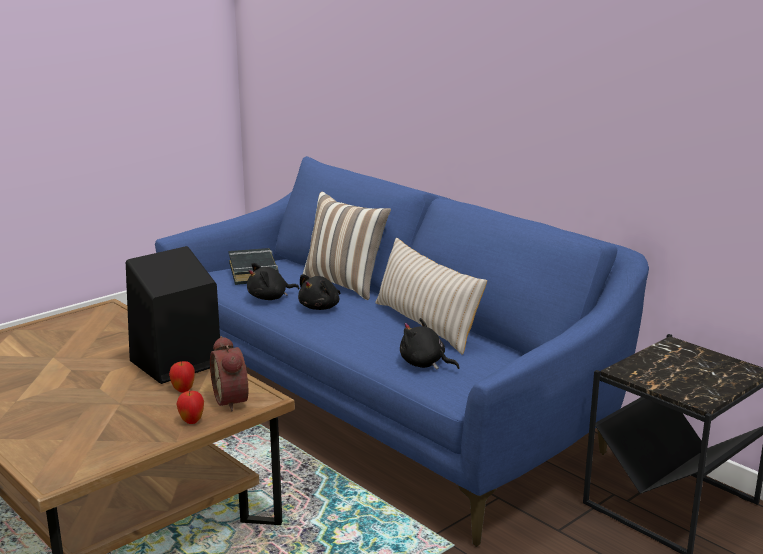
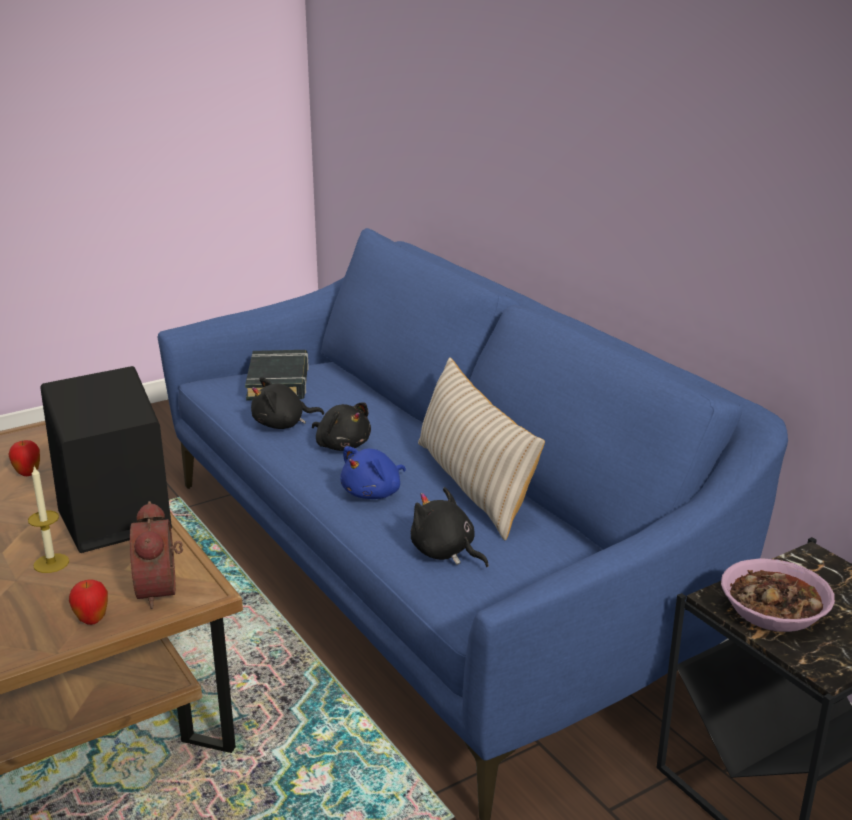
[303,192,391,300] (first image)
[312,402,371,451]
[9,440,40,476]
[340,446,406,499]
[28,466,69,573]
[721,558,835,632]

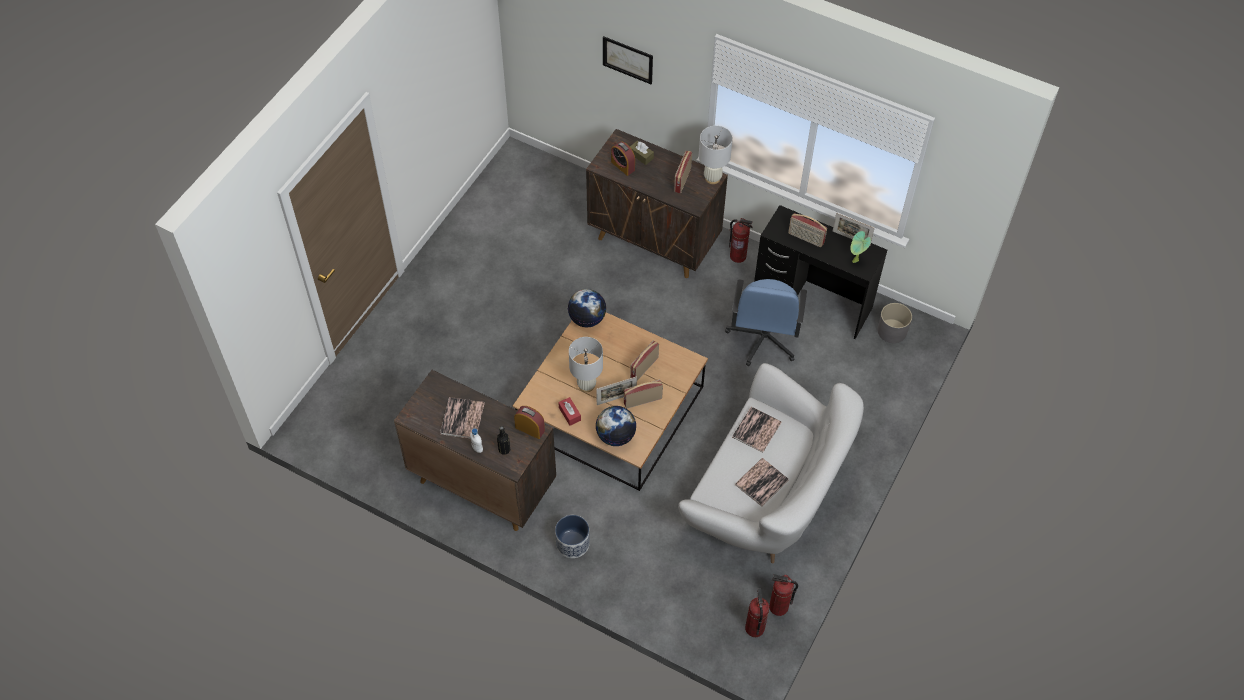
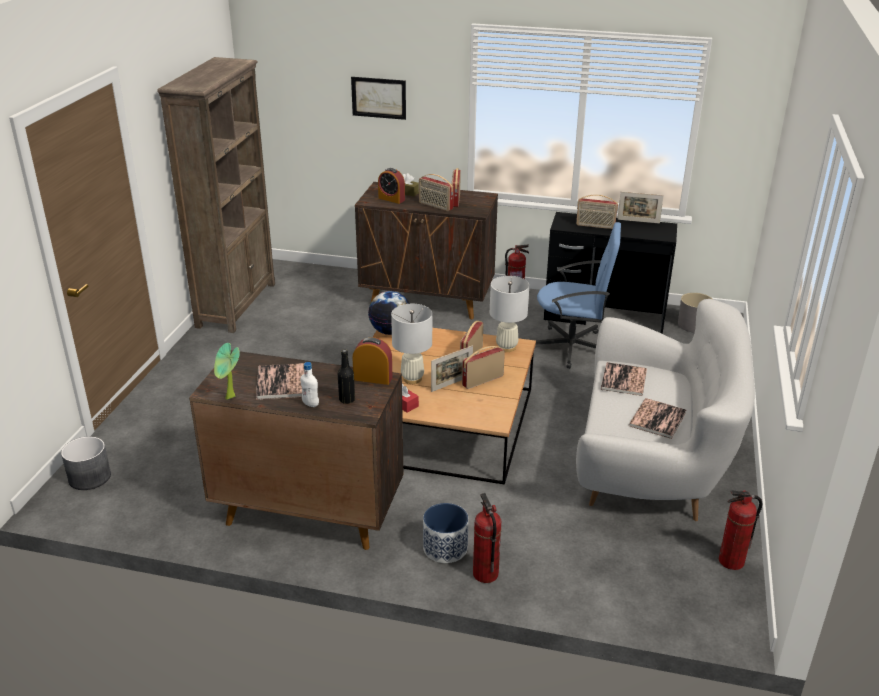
[490,276,529,352]
[214,343,240,400]
[536,222,621,369]
[596,406,636,446] (first image)
[473,493,501,583]
[157,57,275,333]
[419,174,454,211]
[61,437,111,490]

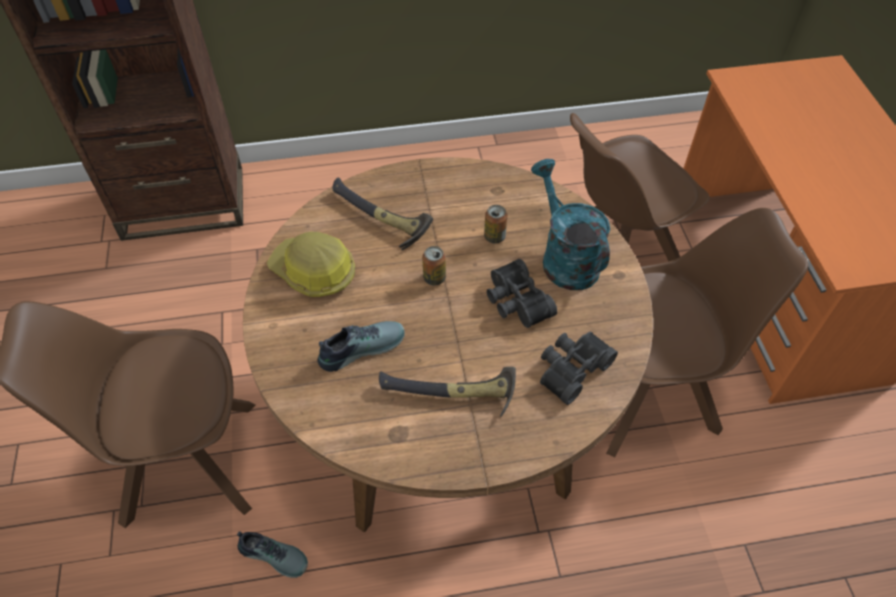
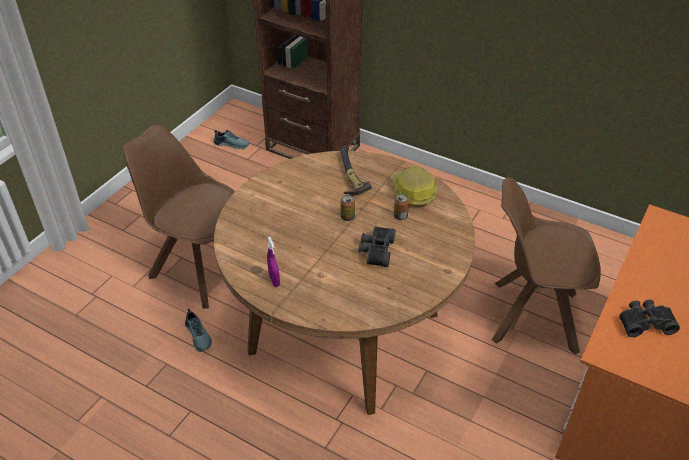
[531,159,610,290] (first image)
[606,208,808,457] (first image)
[391,166,438,207]
[214,130,249,149]
[619,300,680,337]
[379,367,516,418] (first image)
[267,237,280,287]

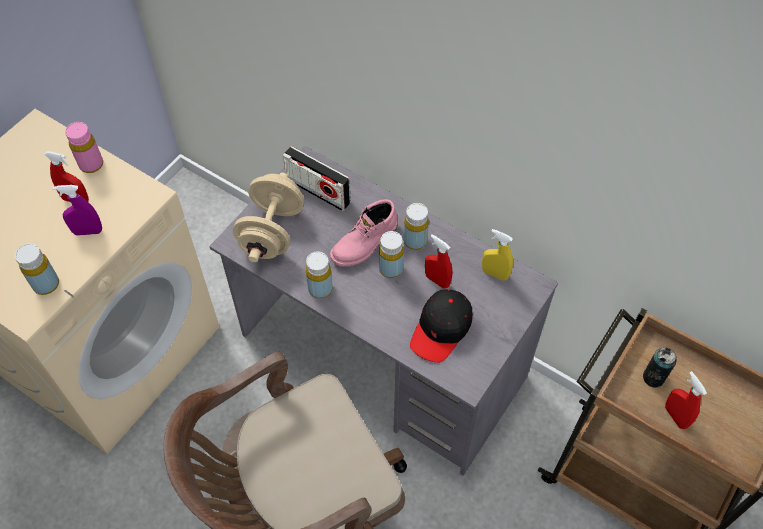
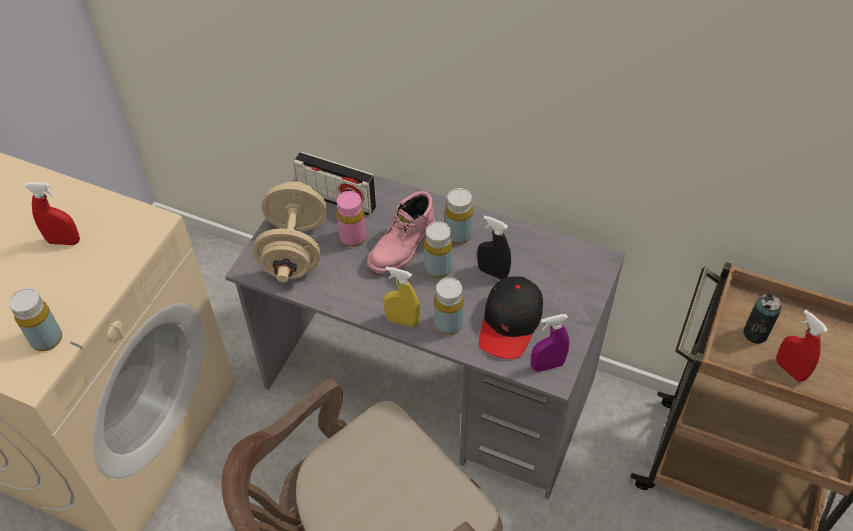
[337,191,366,247]
[531,314,570,372]
[383,267,420,327]
[477,215,511,279]
[434,278,464,335]

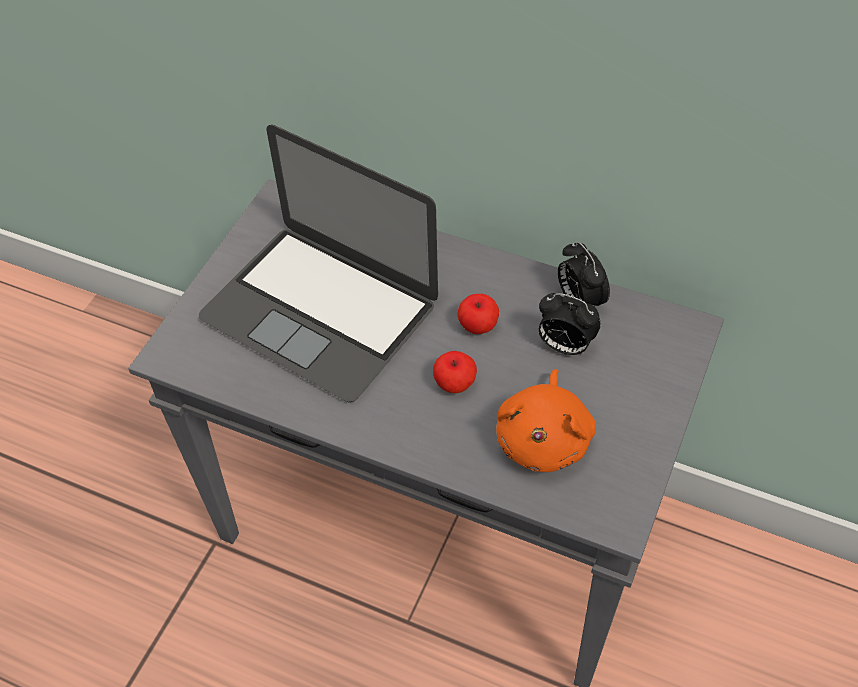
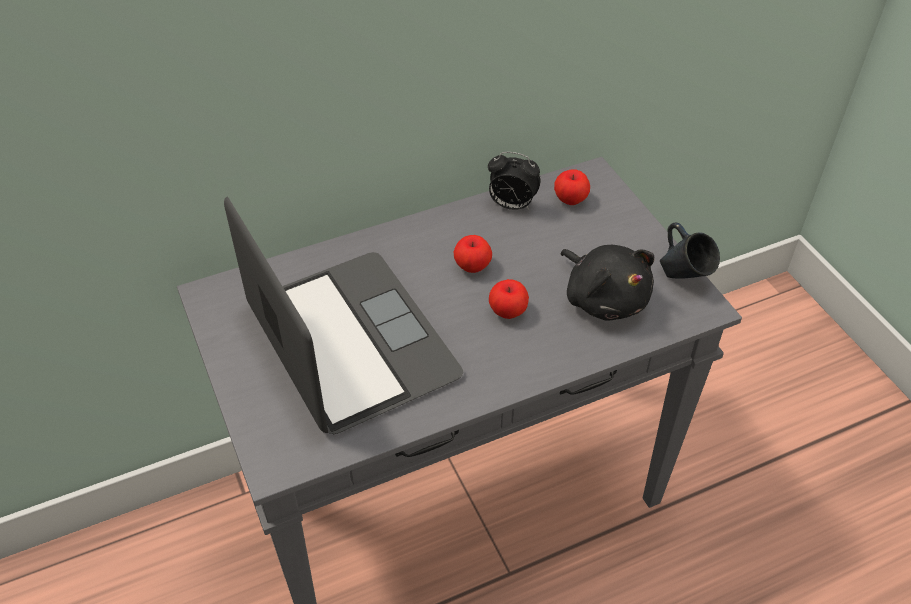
[224,197,463,434]
[538,293,601,355] (first image)
[561,245,654,321]
[554,170,590,205]
[660,222,720,279]

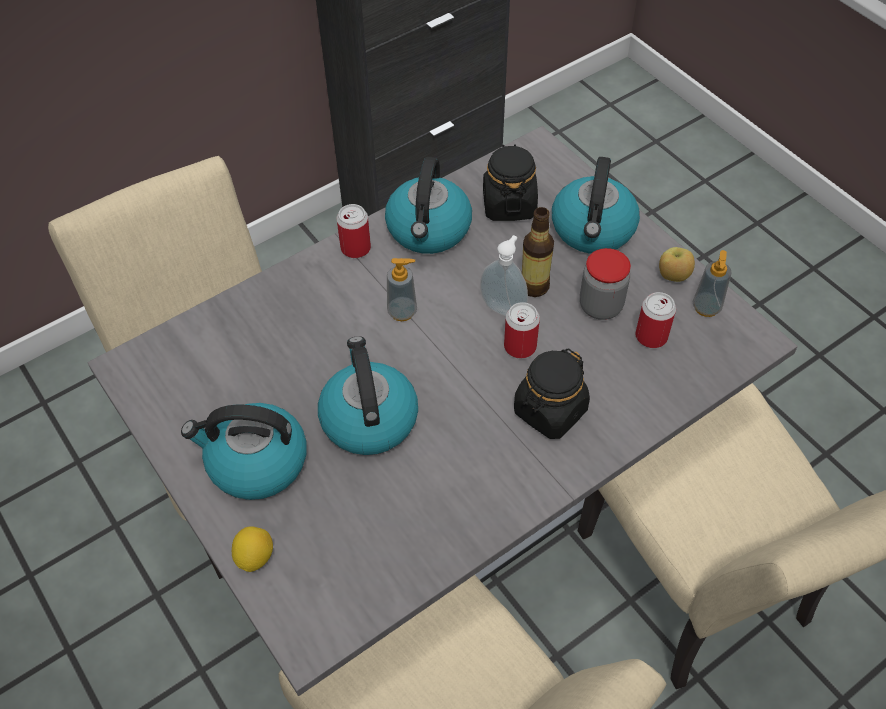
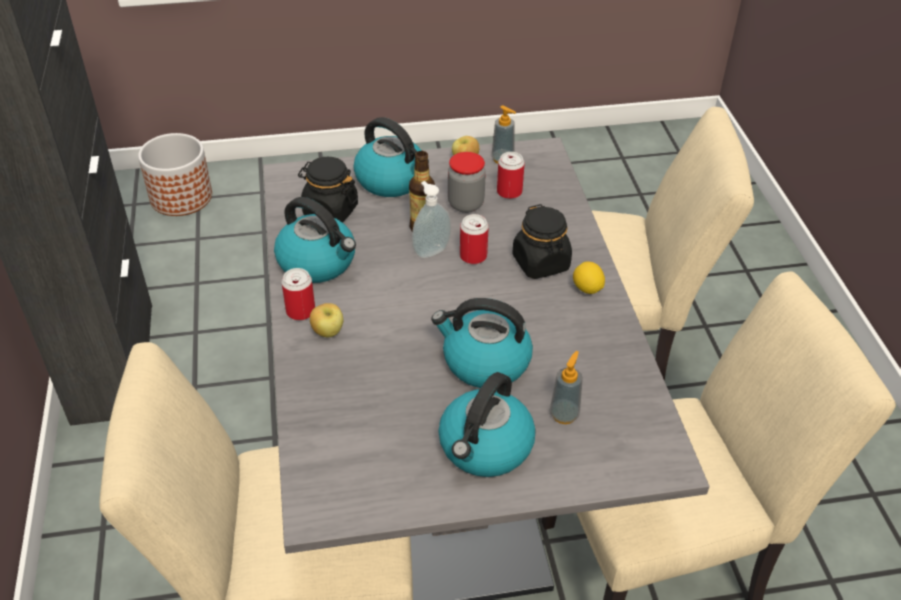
[550,351,583,424]
[573,261,605,294]
[138,133,212,216]
[310,303,343,337]

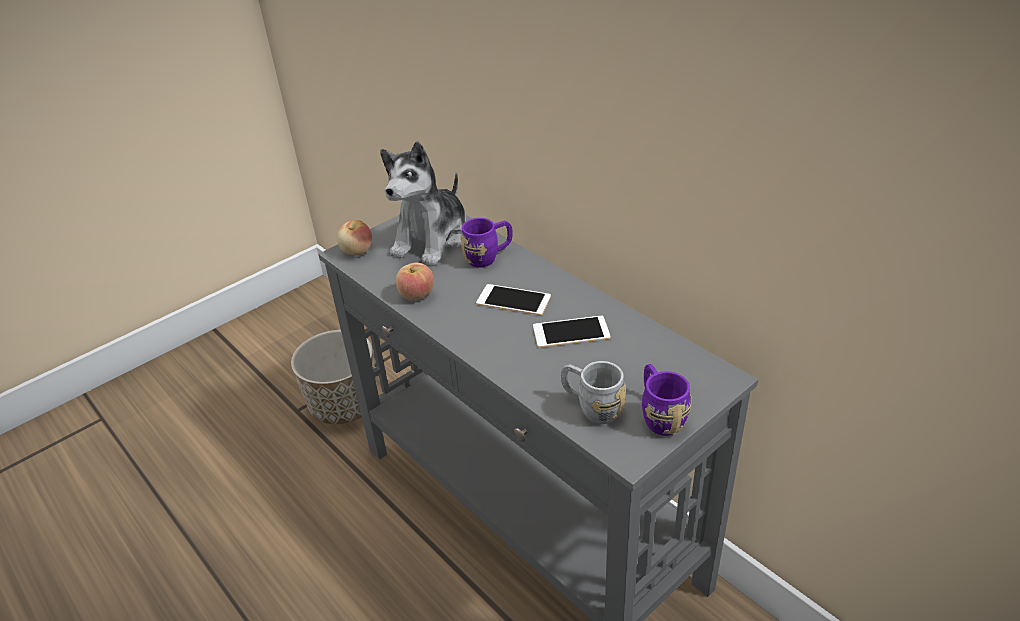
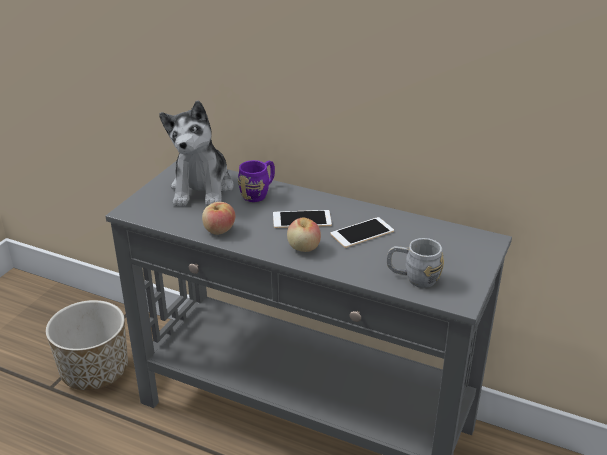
[287,217,321,252]
[642,364,692,436] (first image)

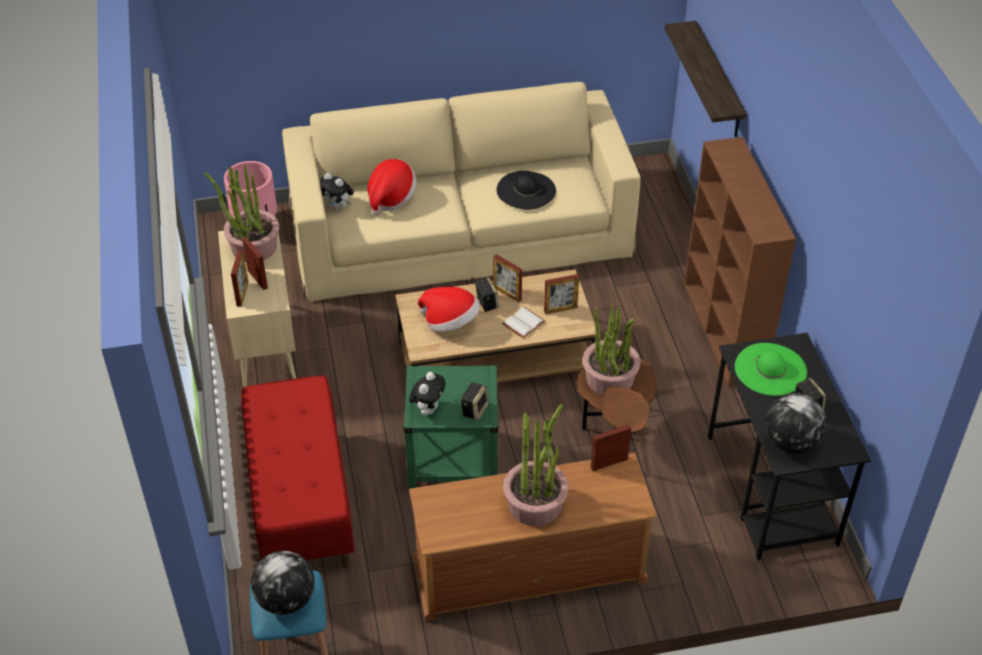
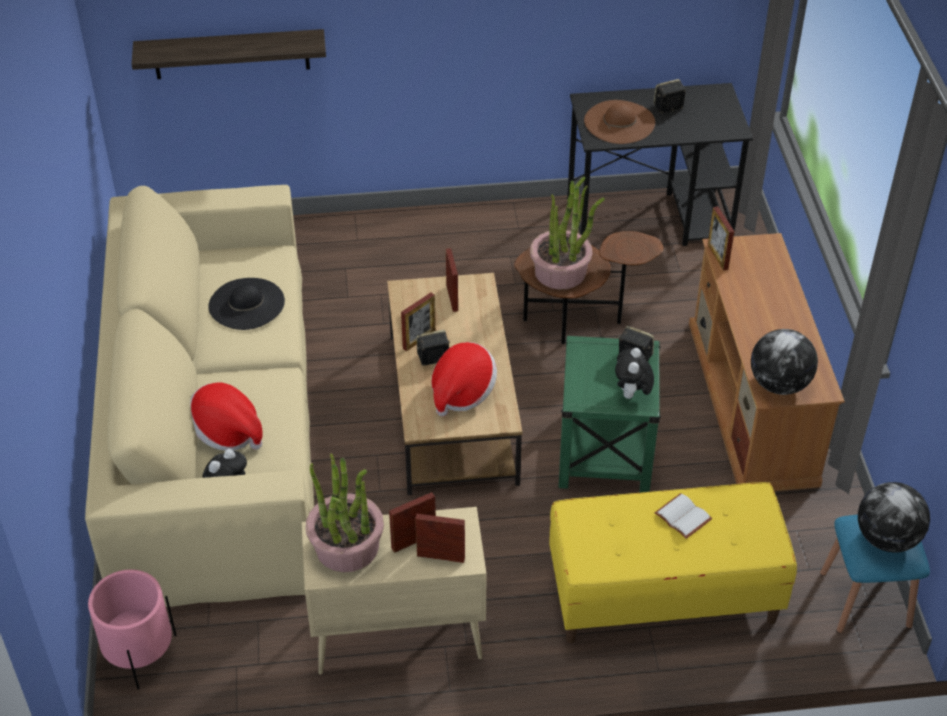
[684,137,796,387] (first image)
[655,493,712,539]
[584,100,655,144]
[615,348,654,399]
[549,482,797,643]
[751,329,818,395]
[503,404,569,526] (first image)

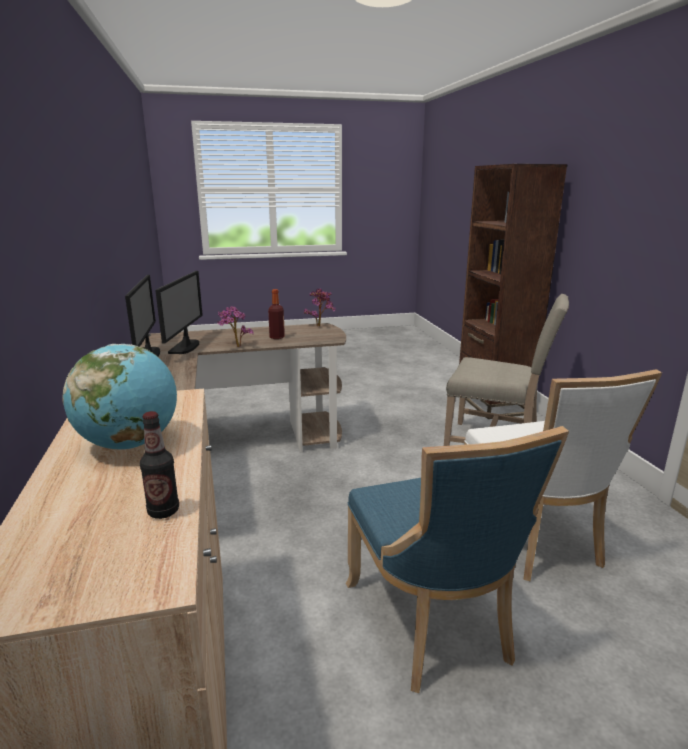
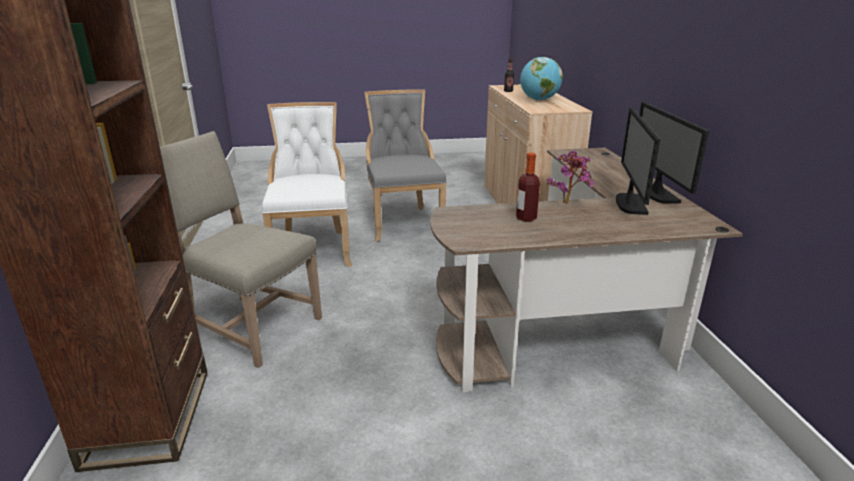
[303,288,336,326] (first image)
[364,89,447,241]

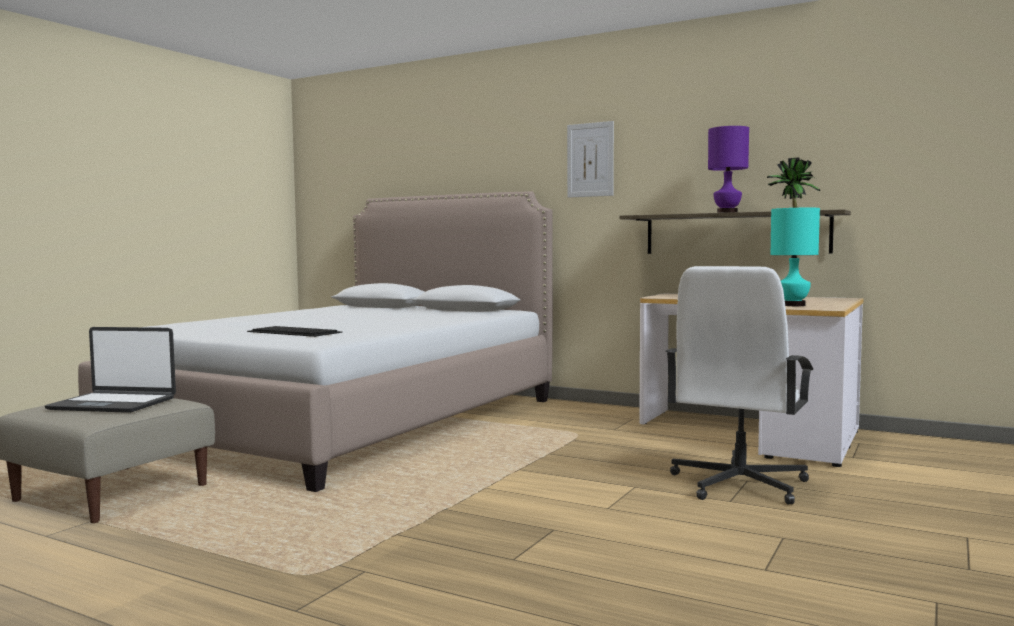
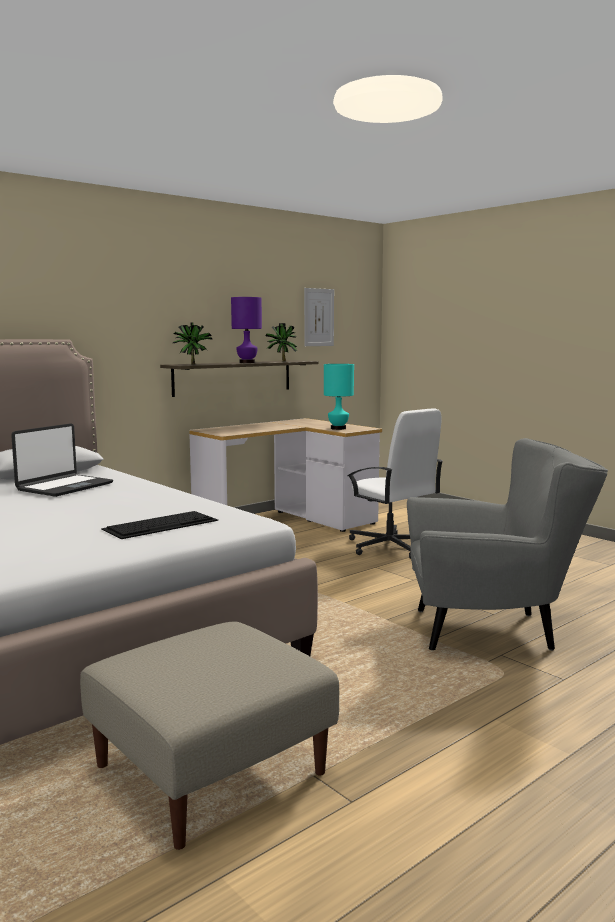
[304,288,334,346]
[11,423,113,497]
[172,322,213,364]
[407,438,608,651]

